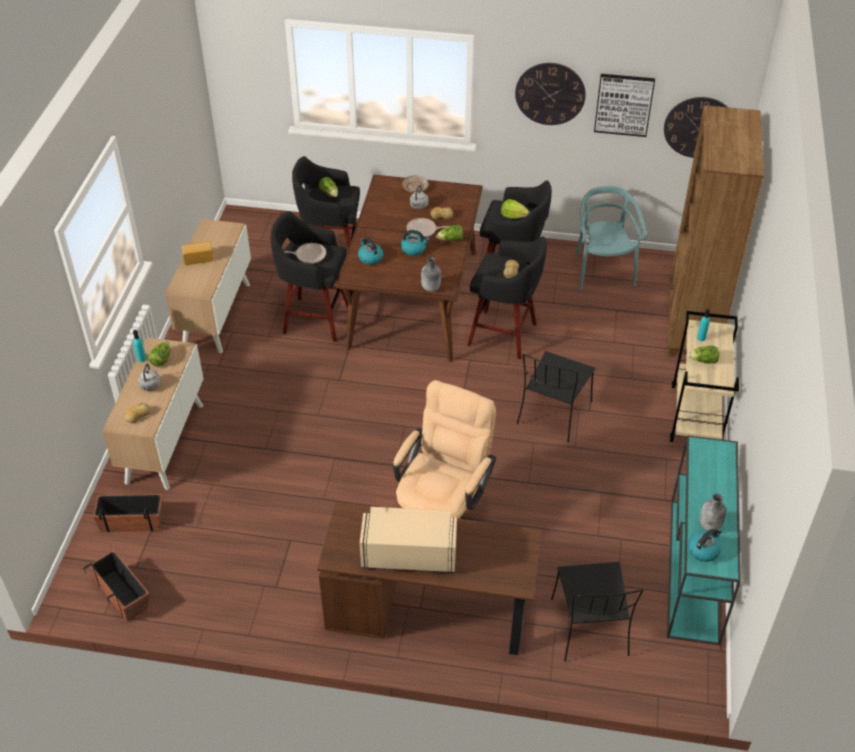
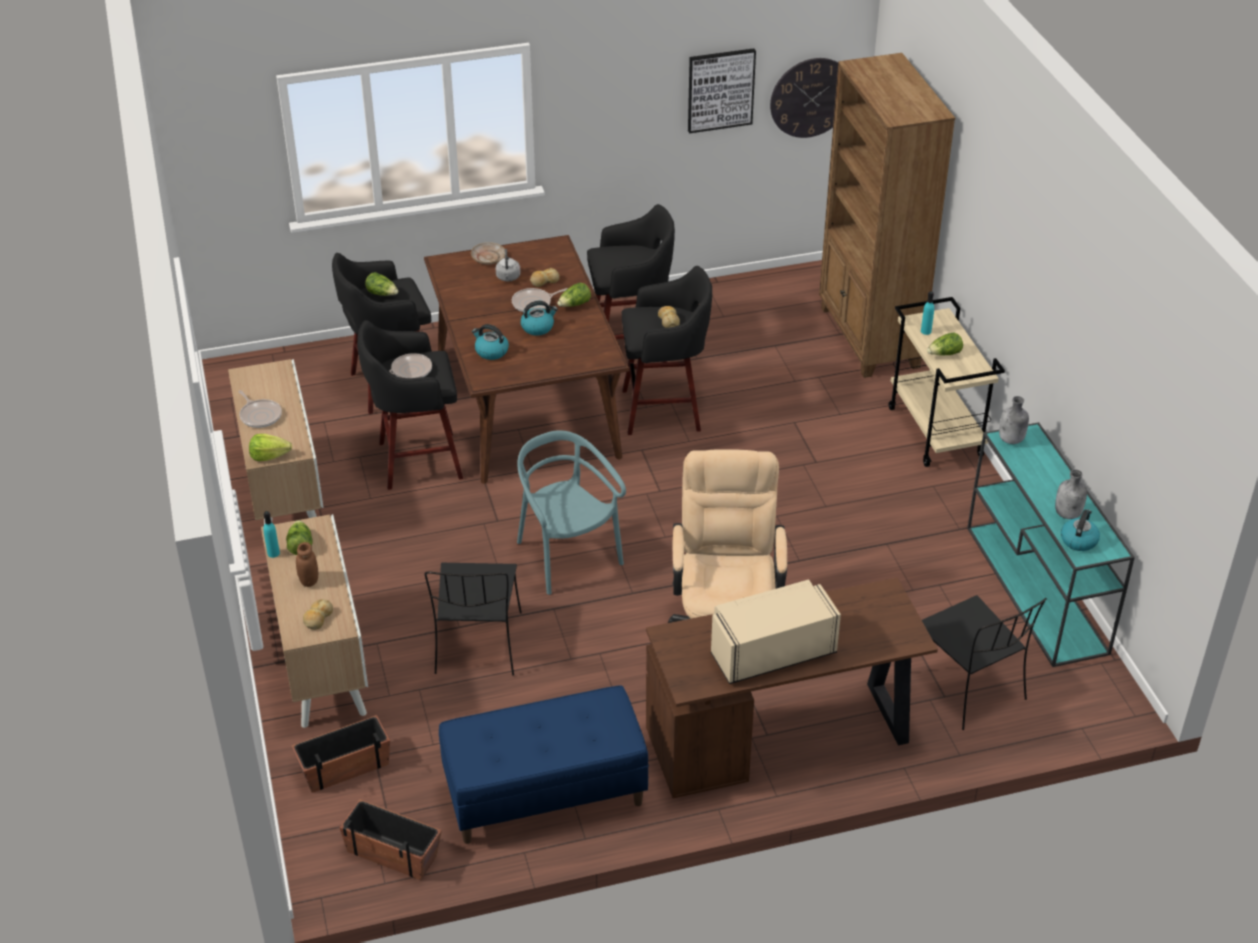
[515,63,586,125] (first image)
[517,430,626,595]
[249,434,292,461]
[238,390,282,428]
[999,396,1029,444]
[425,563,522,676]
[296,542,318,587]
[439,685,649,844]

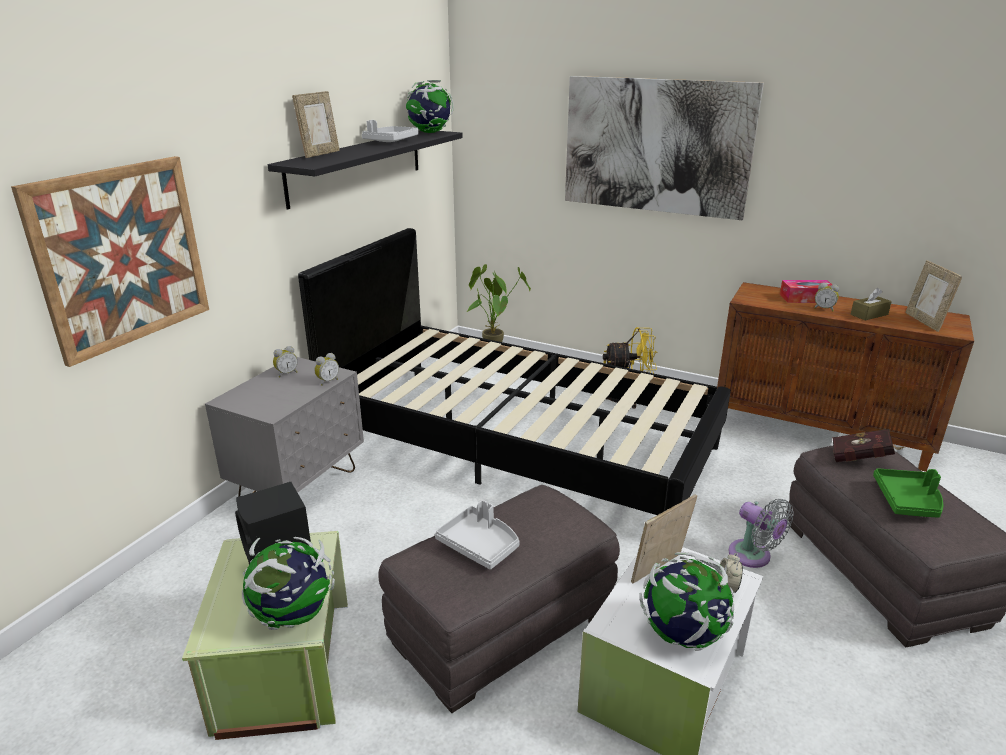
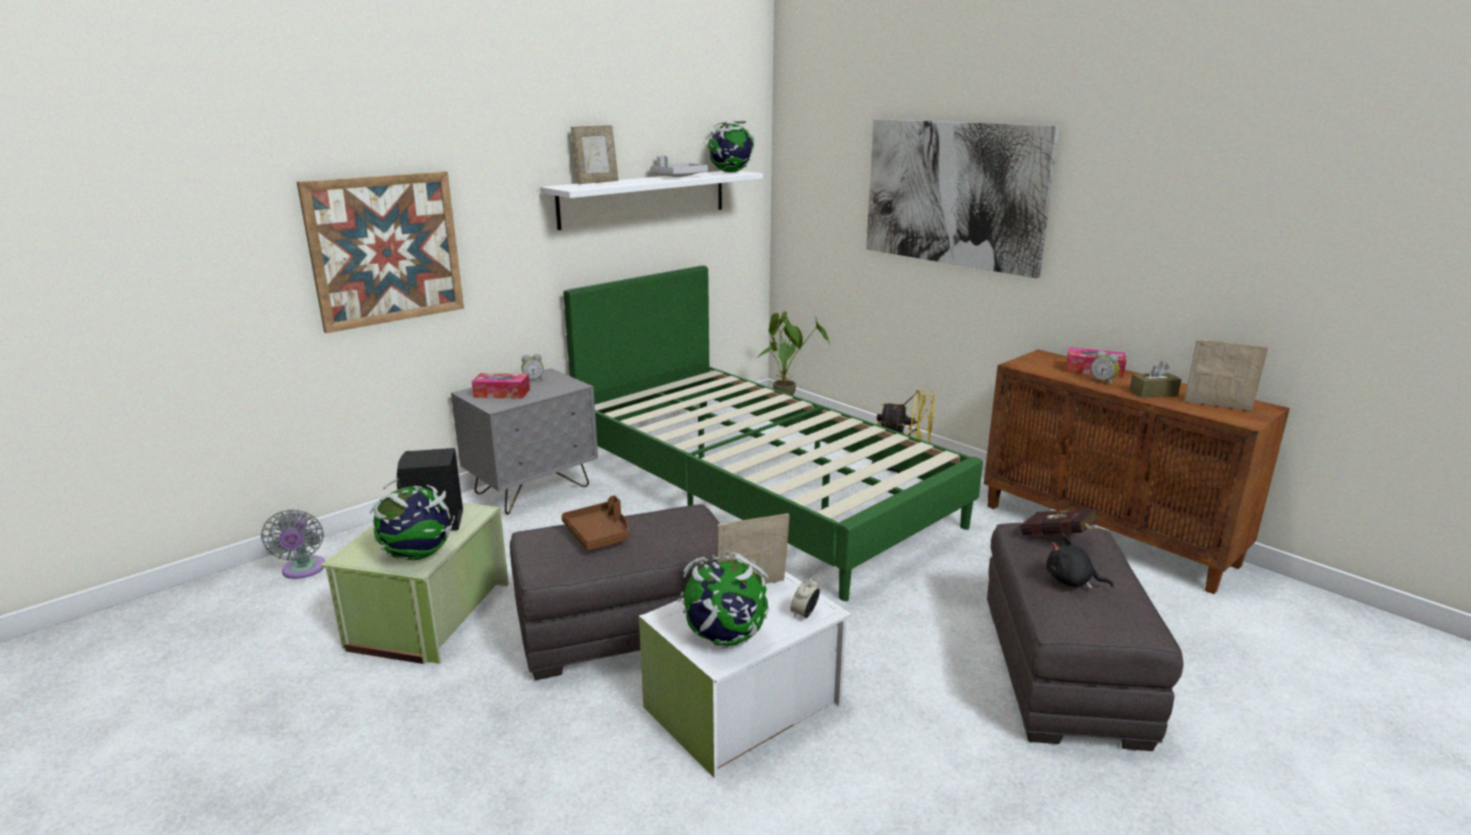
[540,171,763,230]
[563,266,983,601]
[1184,339,1268,411]
[314,353,339,386] (first image)
[1046,536,1114,589]
[261,509,326,579]
[561,495,629,551]
[472,373,530,399]

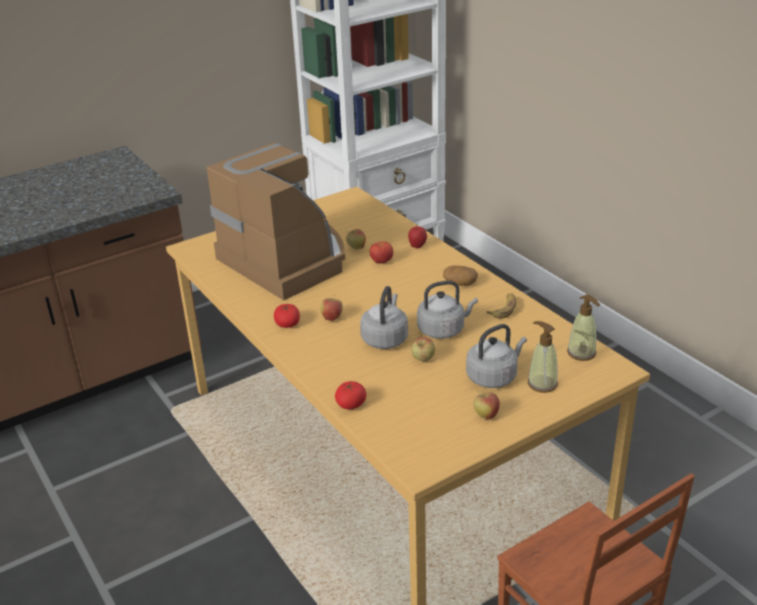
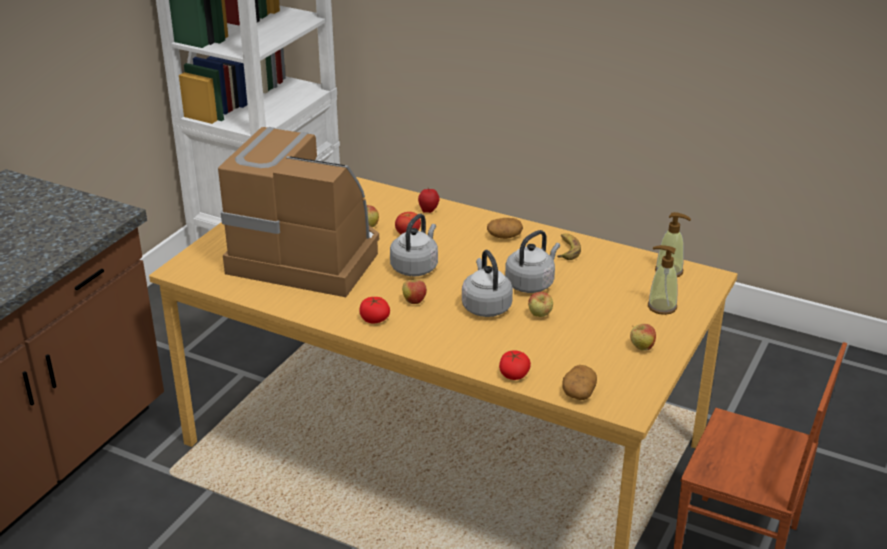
[390,214,438,276]
[562,365,597,400]

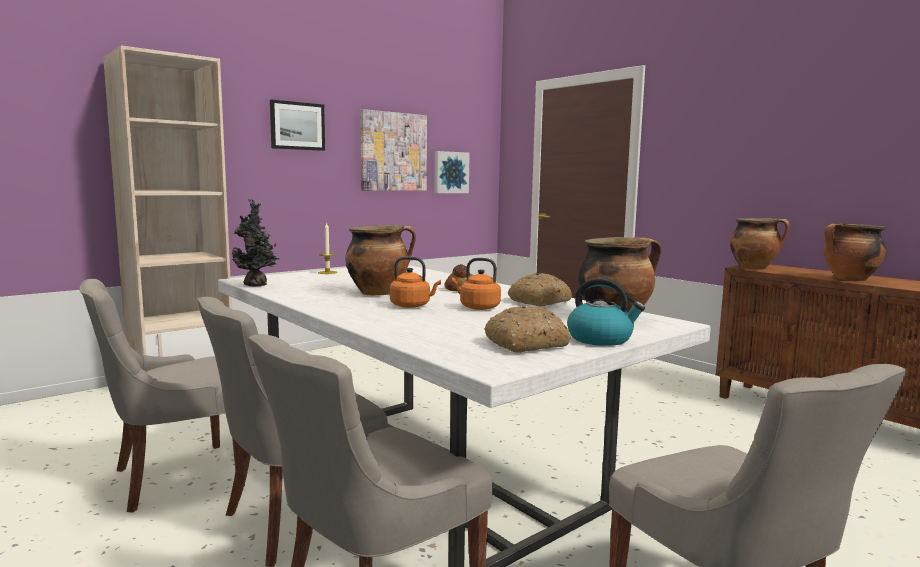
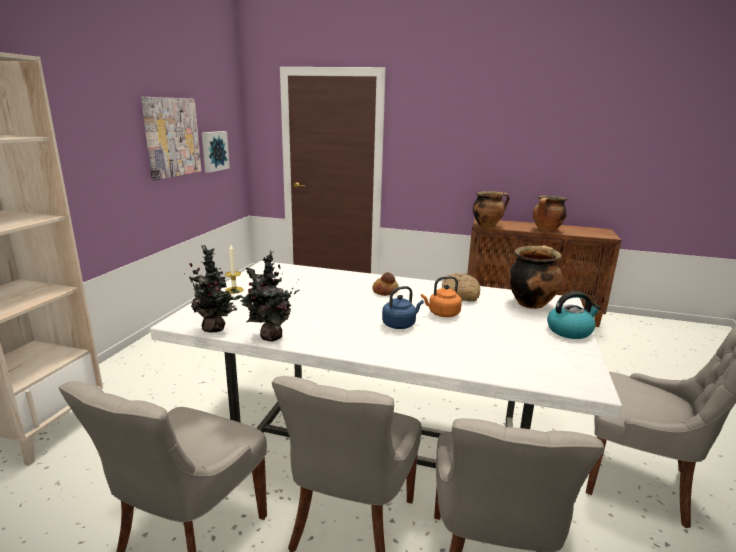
[270,99,325,151] (first image)
[345,225,416,296] (first image)
[382,286,424,329]
[485,305,571,353] (first image)
[233,250,300,342]

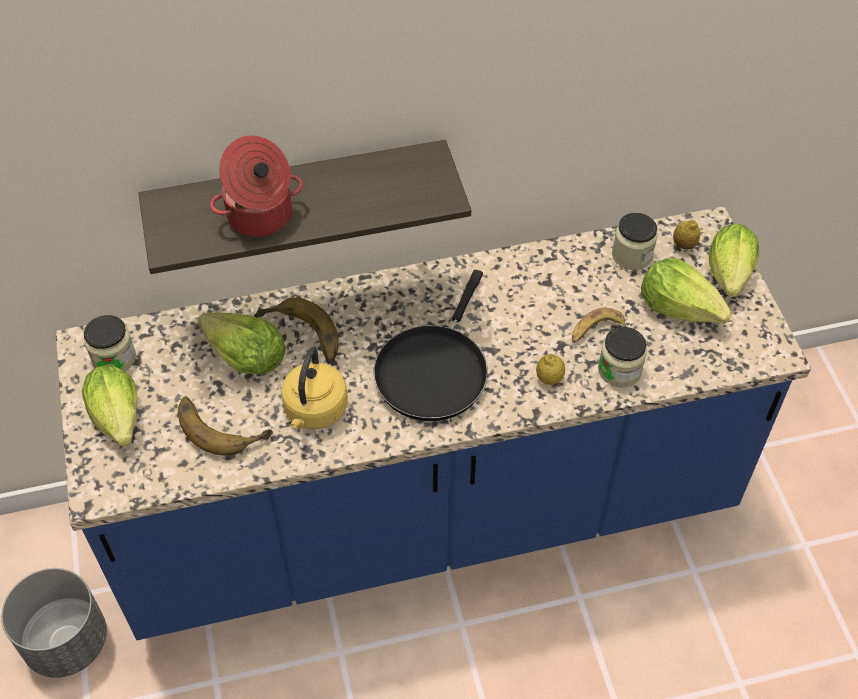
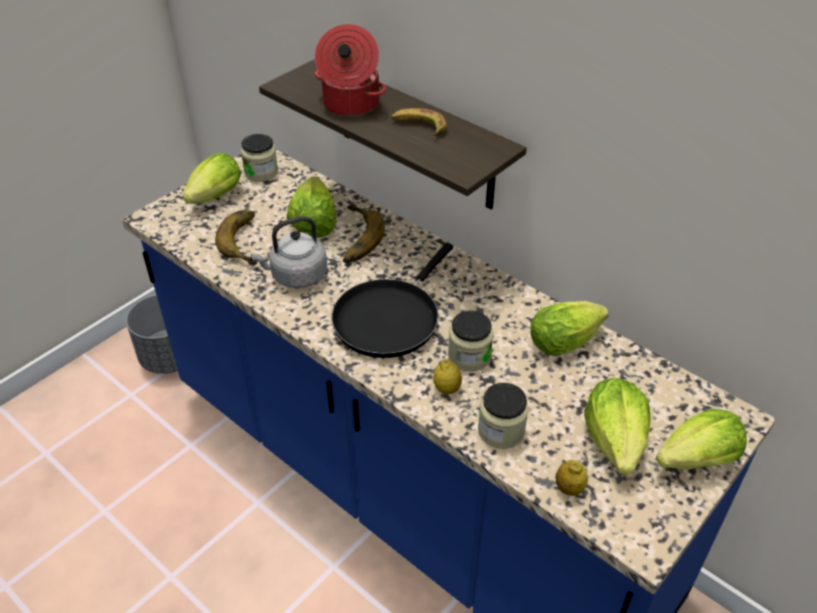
[448,311,493,372]
[556,460,588,496]
[331,243,453,358]
[391,108,447,136]
[251,216,327,288]
[530,301,609,356]

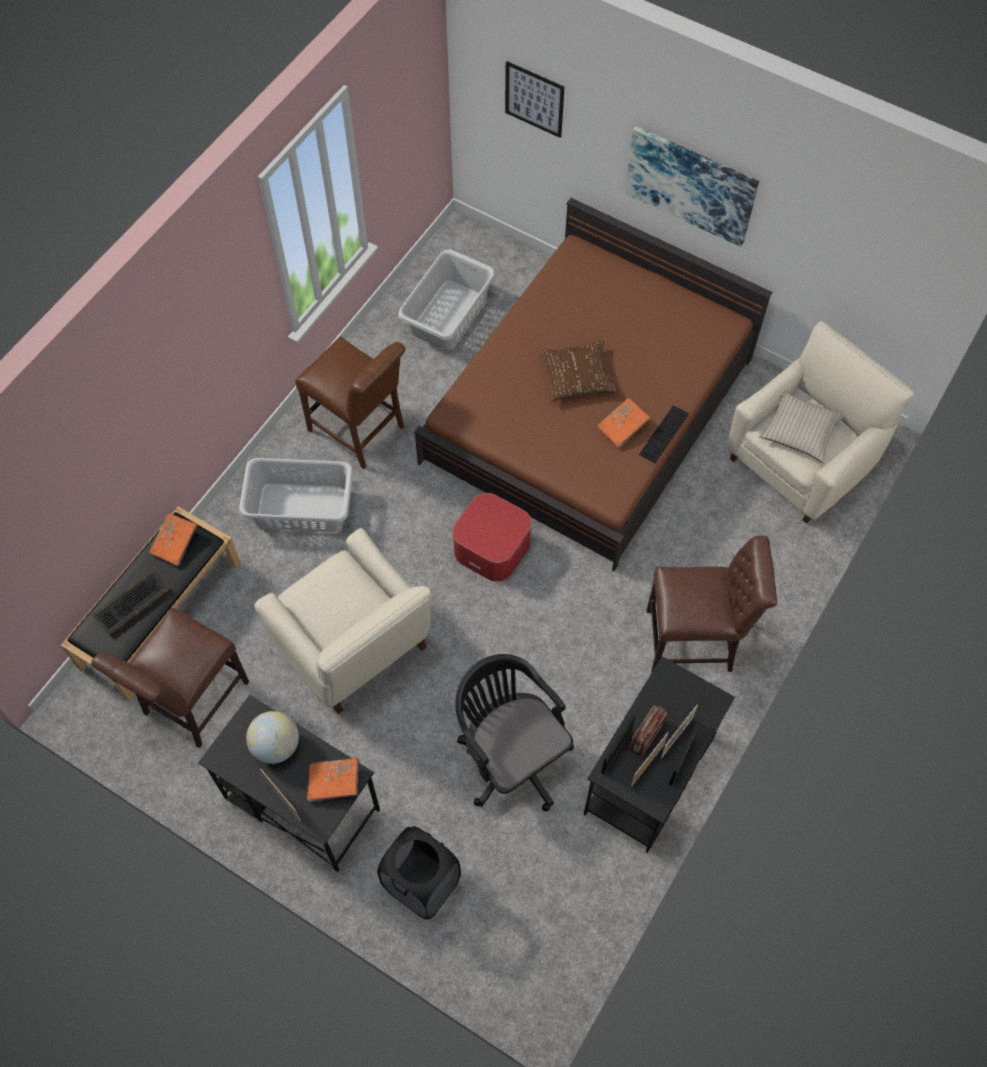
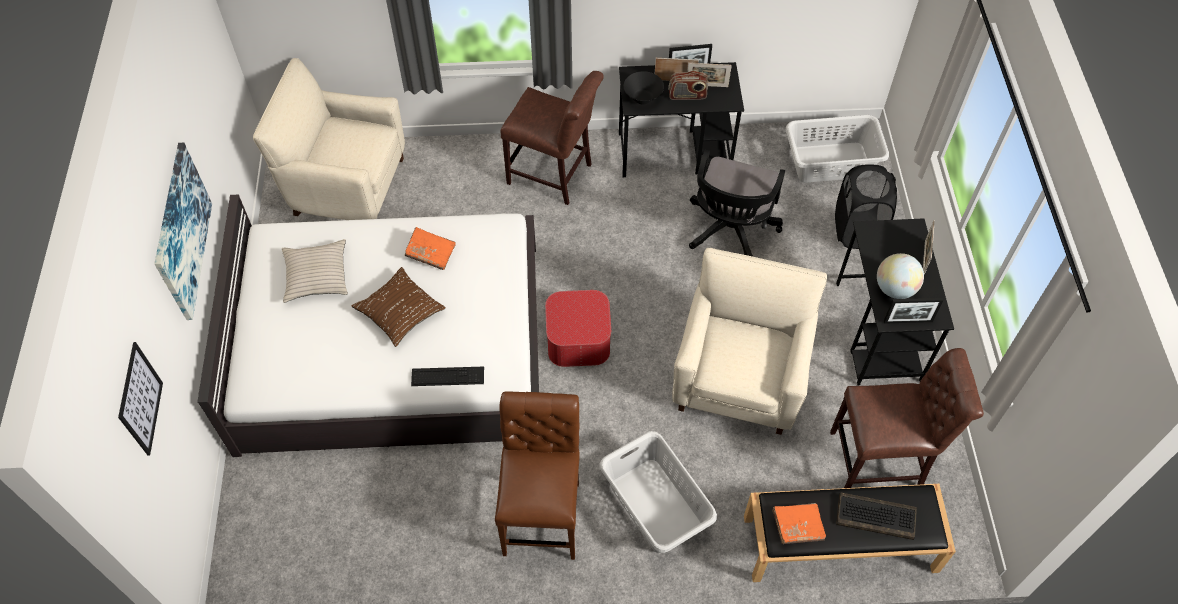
[197,195,539,457]
[786,115,889,182]
[282,239,348,303]
[411,367,484,386]
[500,71,604,205]
[884,298,943,324]
[307,758,359,802] (first image)
[624,71,664,104]

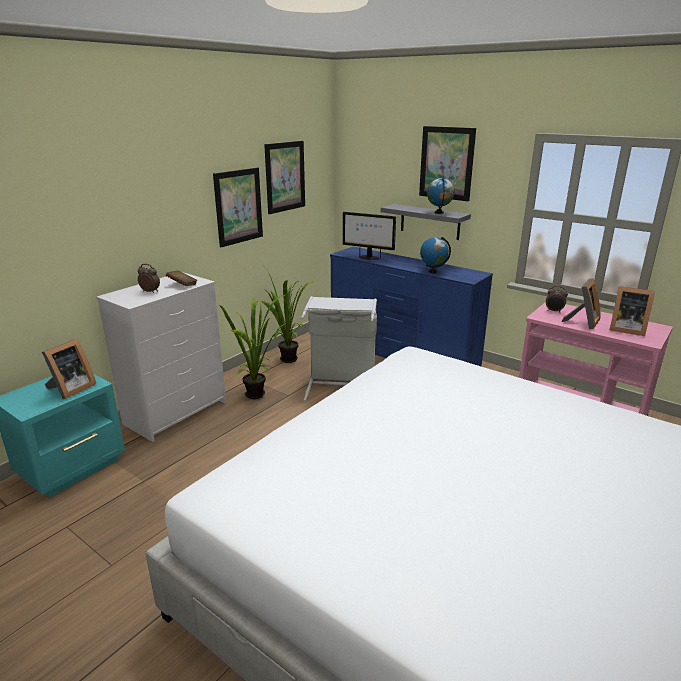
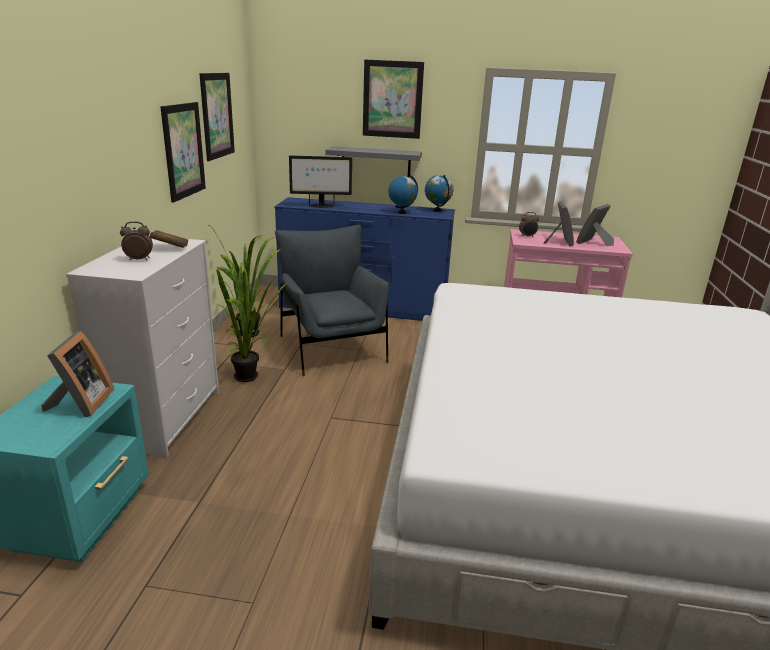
[425,175,454,212]
[576,204,614,246]
[275,225,389,376]

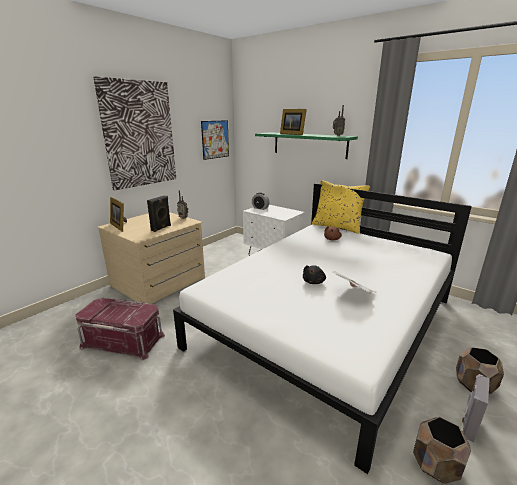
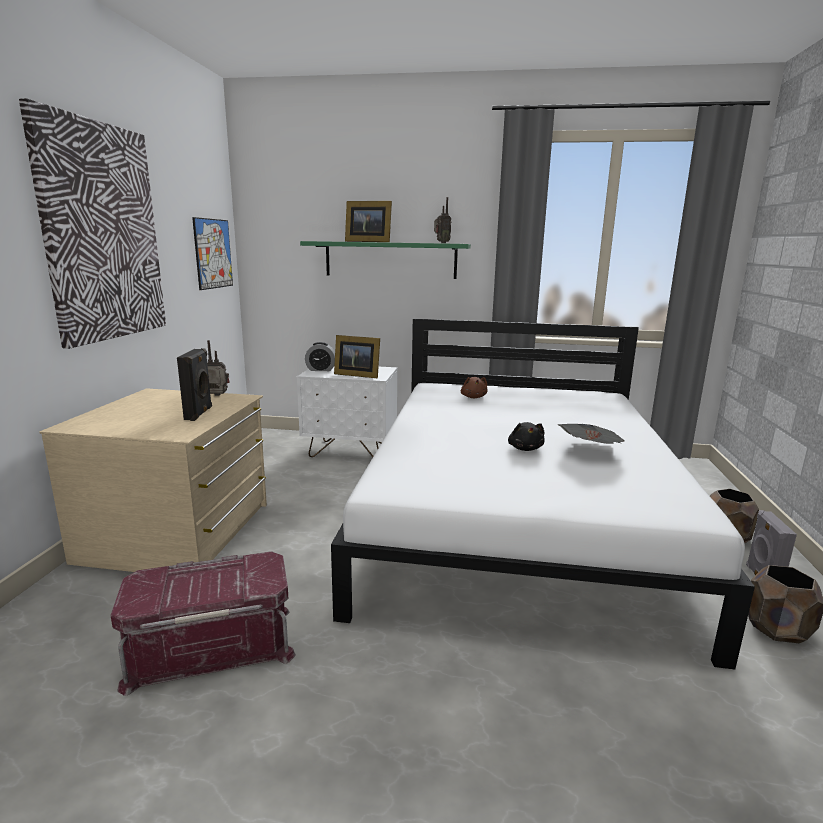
[312,180,370,234] (first image)
[334,335,380,378]

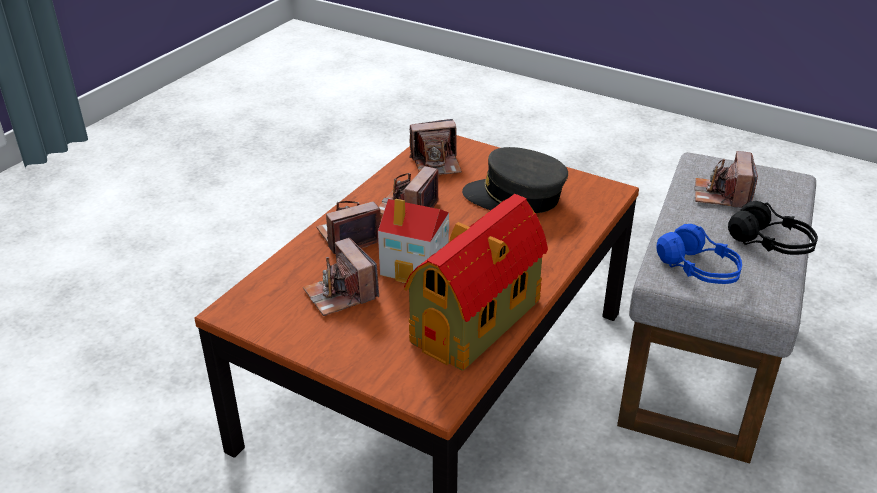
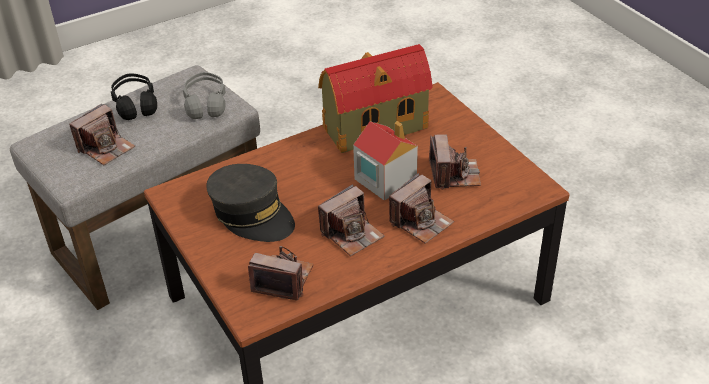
[389,173,454,243]
[183,72,226,119]

